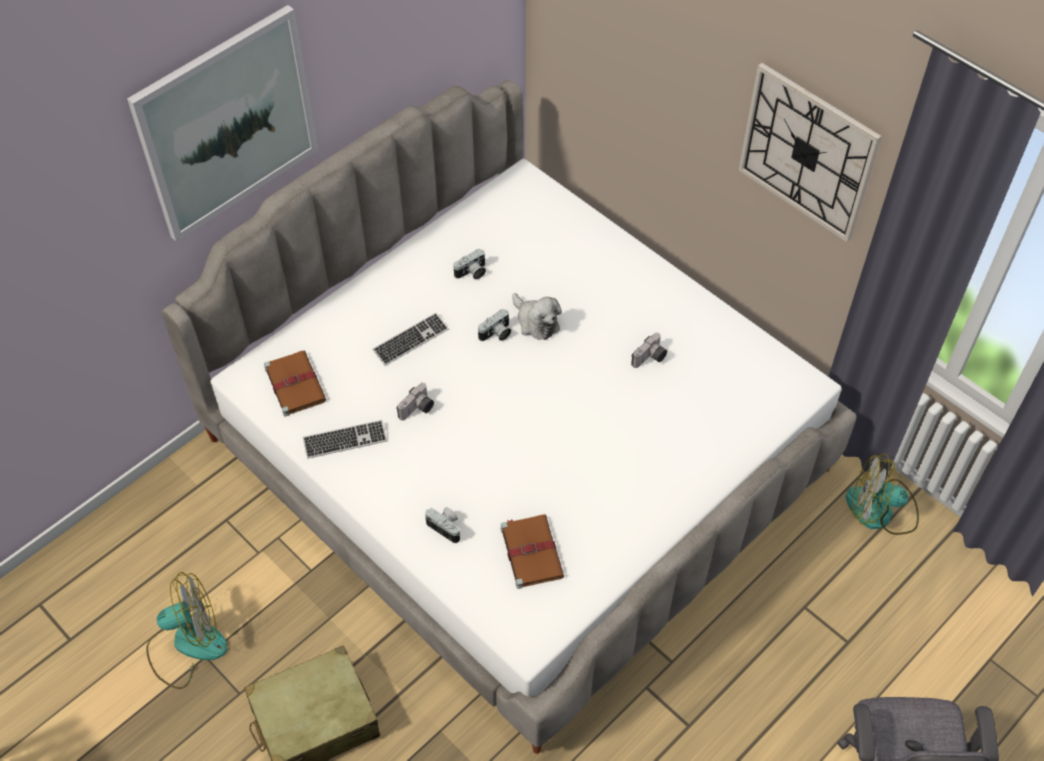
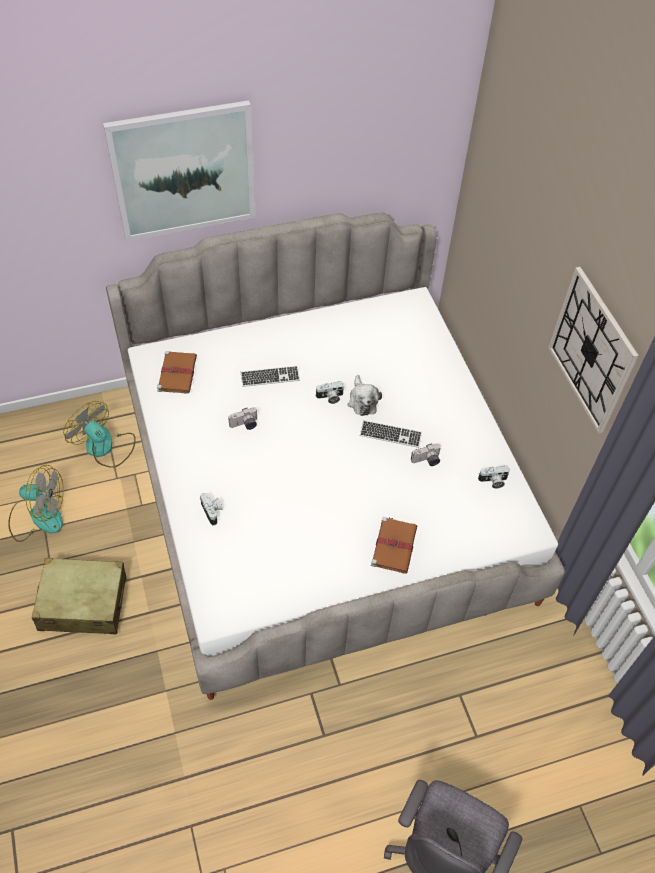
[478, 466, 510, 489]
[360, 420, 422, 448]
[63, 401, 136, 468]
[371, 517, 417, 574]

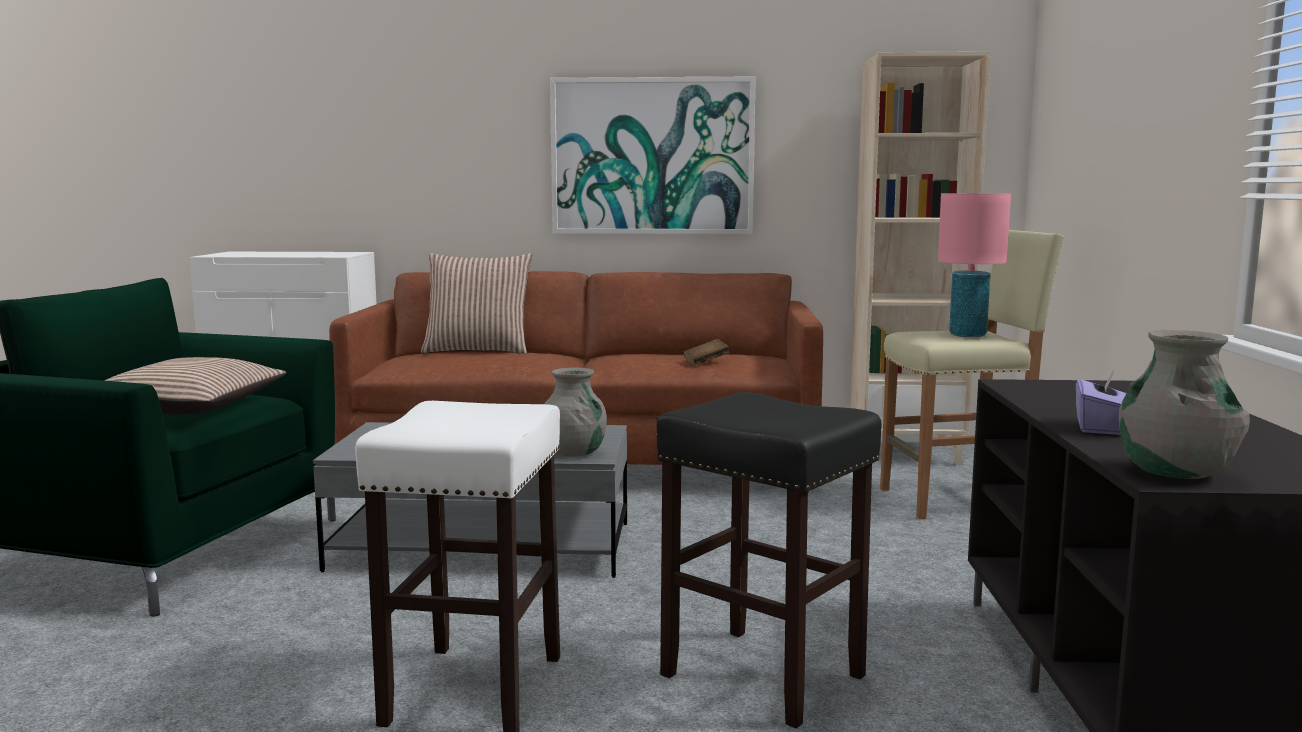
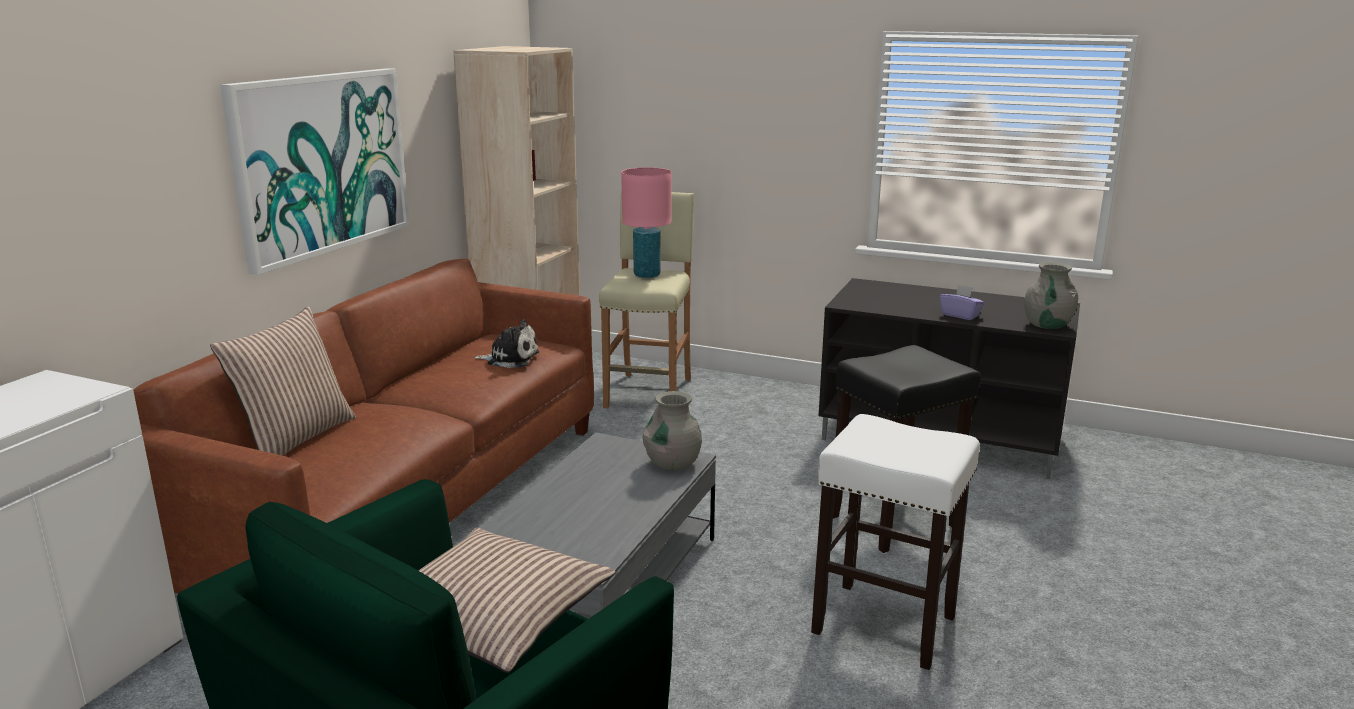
[474, 319, 539, 368]

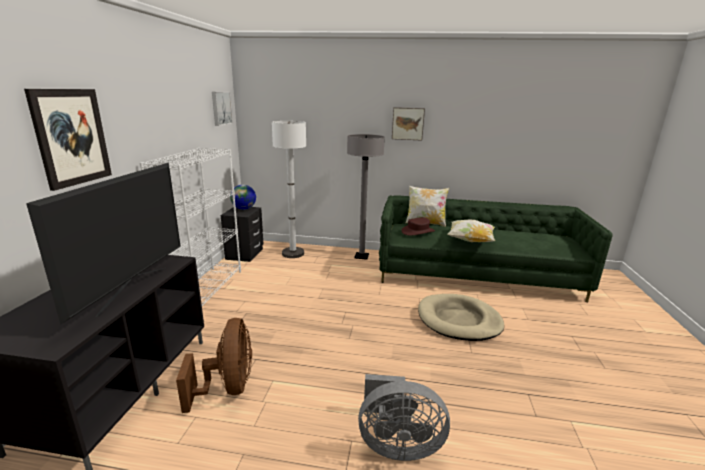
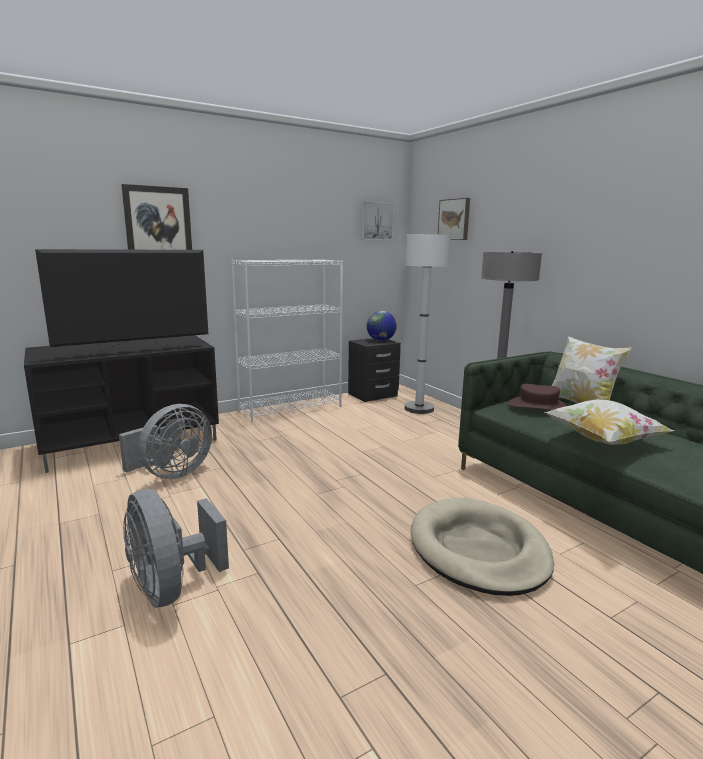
[438, 198, 470, 240]
[119, 404, 212, 479]

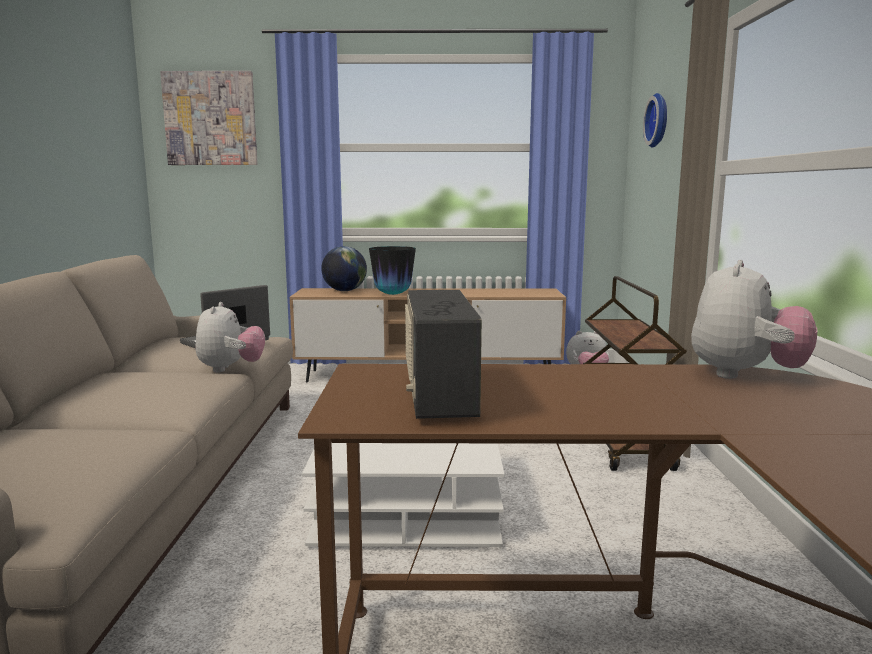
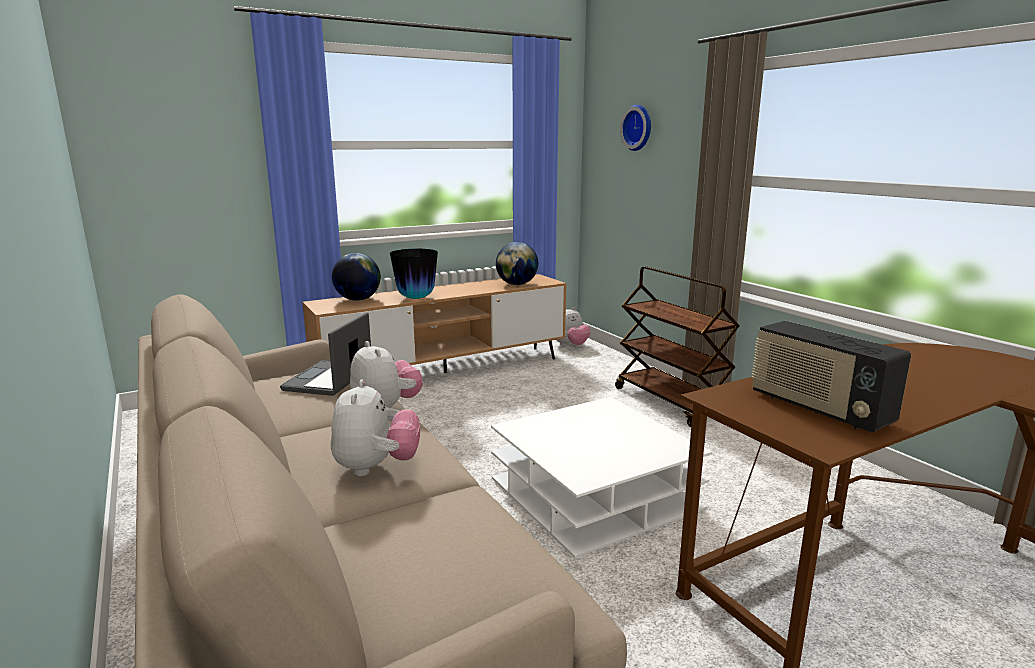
[160, 71, 258, 165] (first image)
[331, 380, 420, 476]
[496, 242, 538, 285]

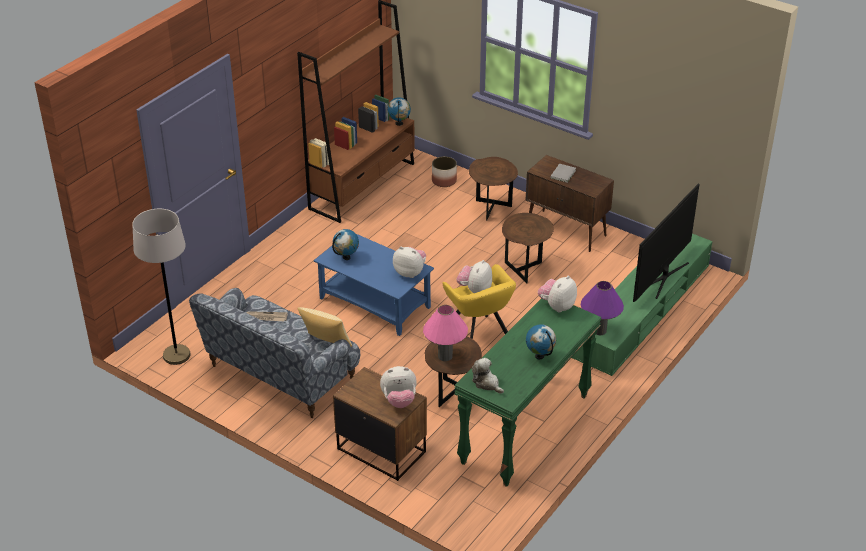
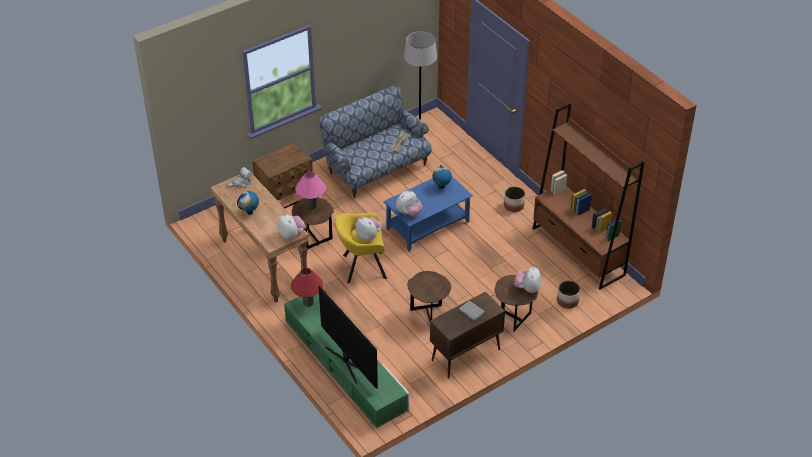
[387, 97, 411, 126] (first image)
[291, 268, 323, 307]
[211, 173, 309, 303]
[298, 307, 352, 347] (first image)
[515, 267, 541, 293]
[504, 186, 525, 212]

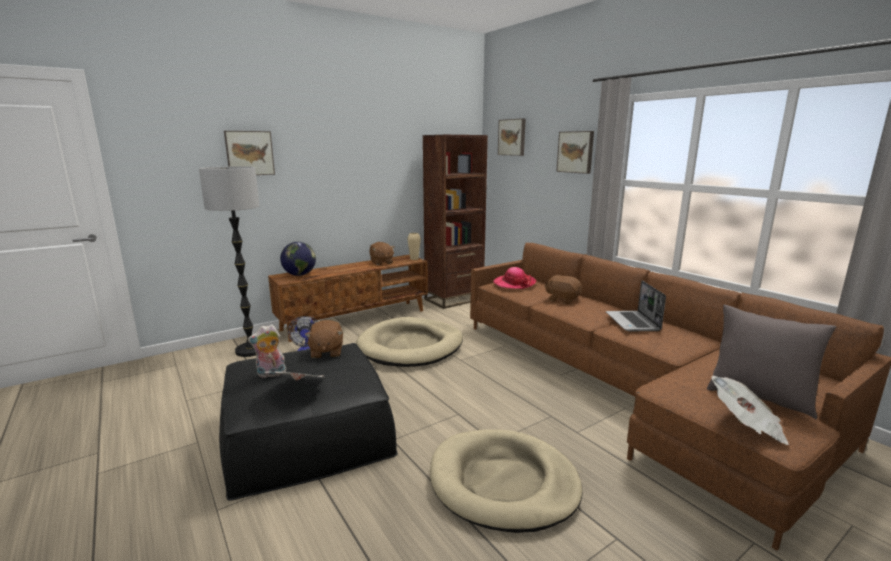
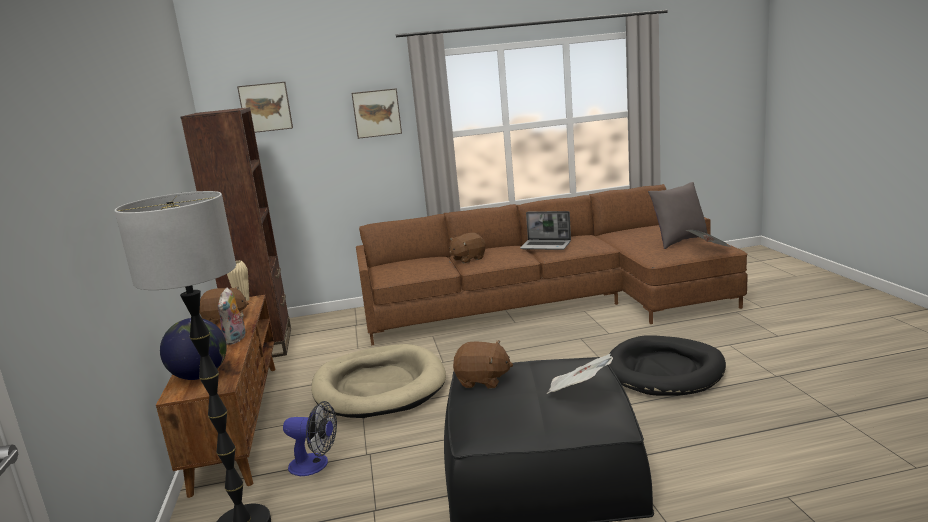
[224, 131, 275, 175] (first image)
[493, 267, 536, 289] (first image)
[218, 288, 246, 345]
[609, 335, 726, 396]

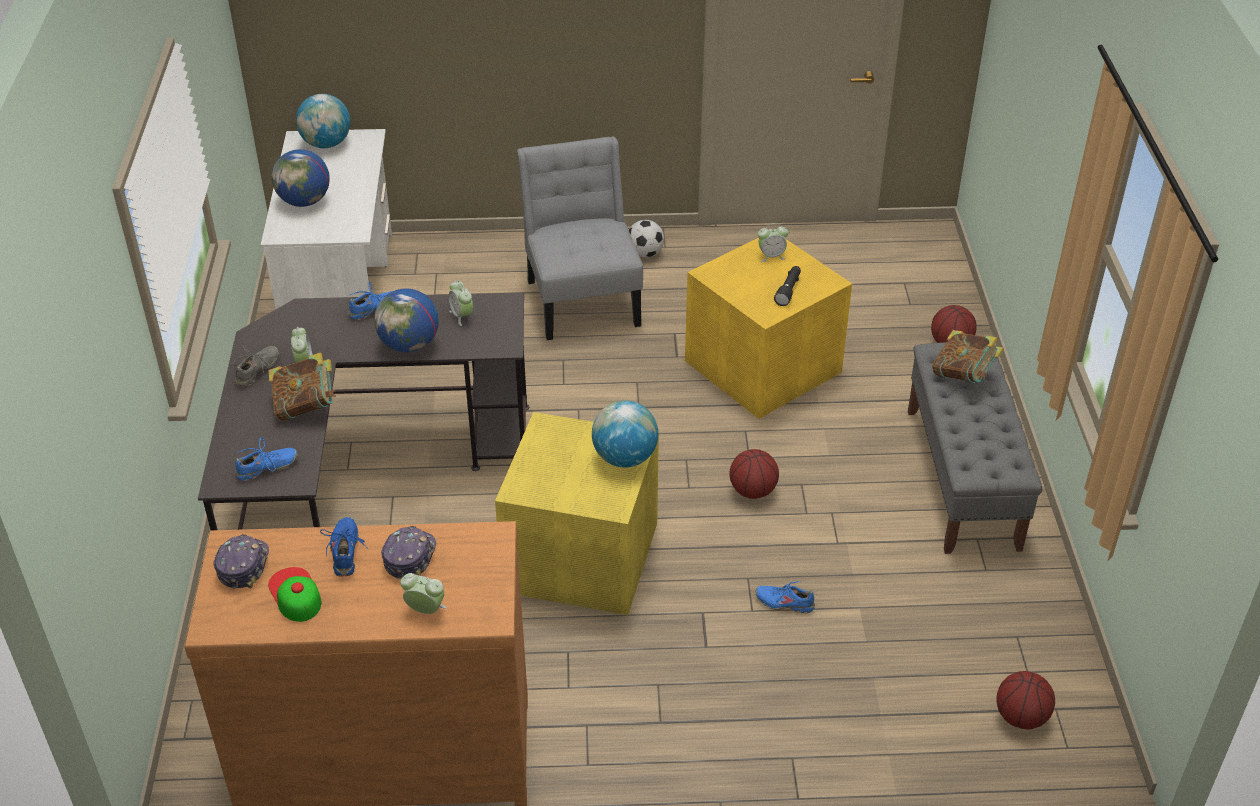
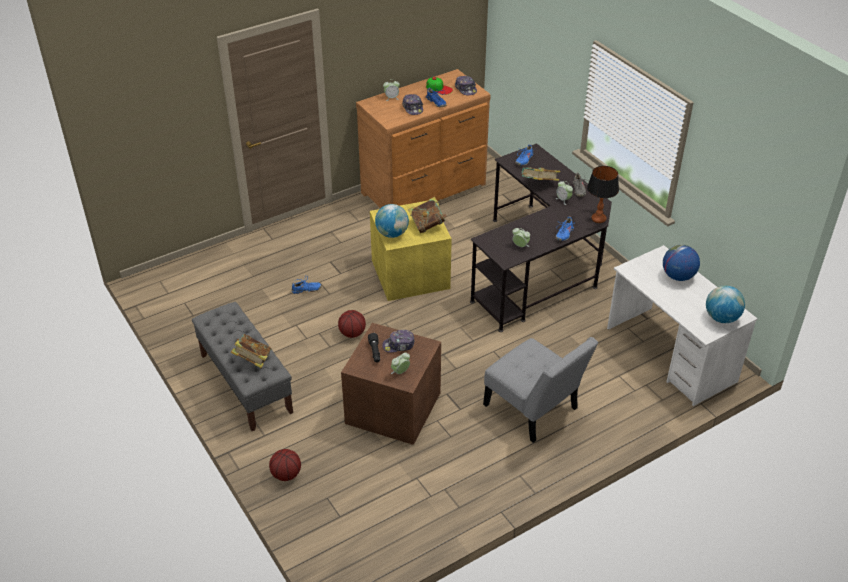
[629, 220, 664, 257] (first image)
[341, 323, 441, 445]
[374, 288, 439, 352] (first image)
[996, 671, 1055, 729] (first image)
[587, 166, 619, 223]
[408, 197, 447, 233]
[382, 330, 415, 353]

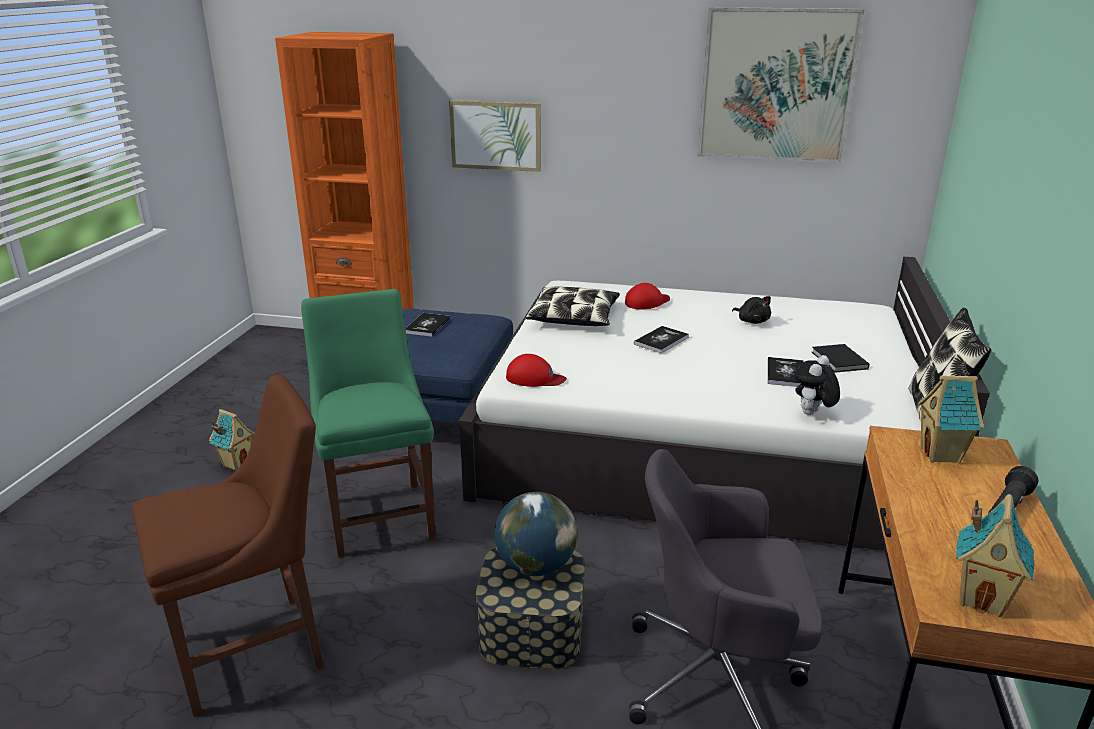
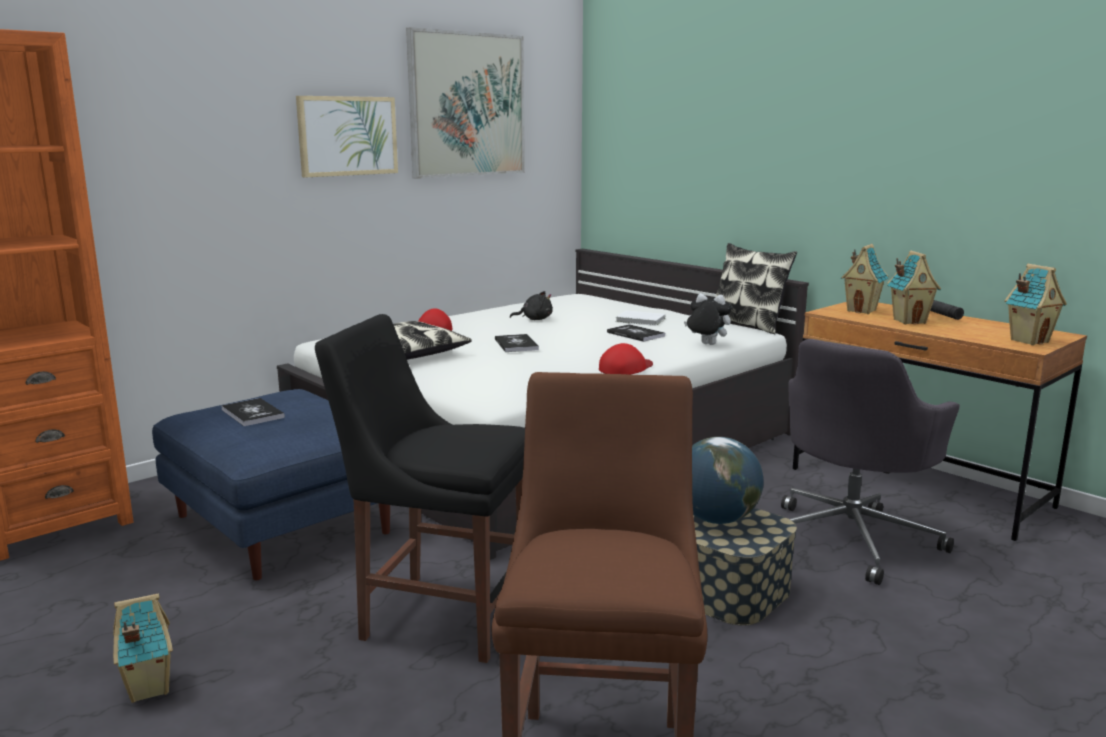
[296, 96, 398, 177]
[315, 314, 525, 663]
[615, 311, 665, 326]
[599, 343, 653, 375]
[684, 293, 732, 345]
[887, 250, 941, 324]

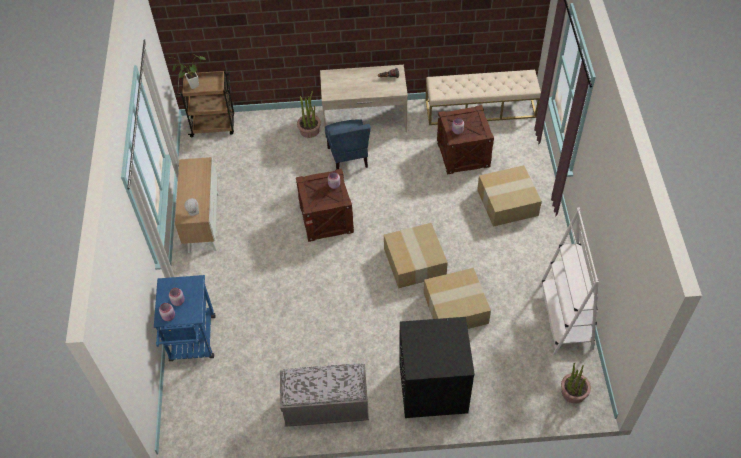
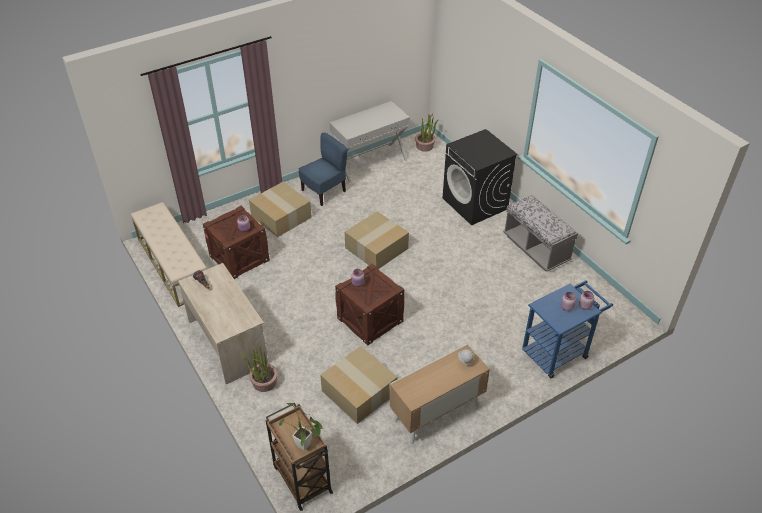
[299, 132, 348, 206]
[330, 101, 410, 183]
[320, 346, 398, 424]

